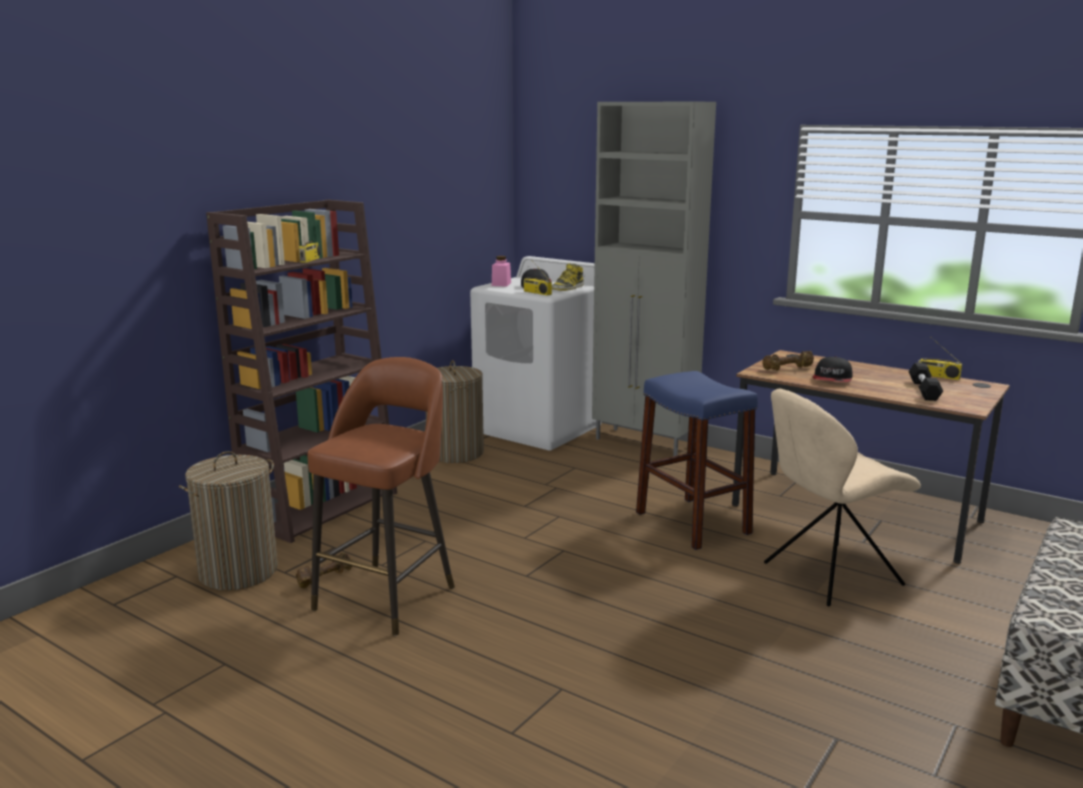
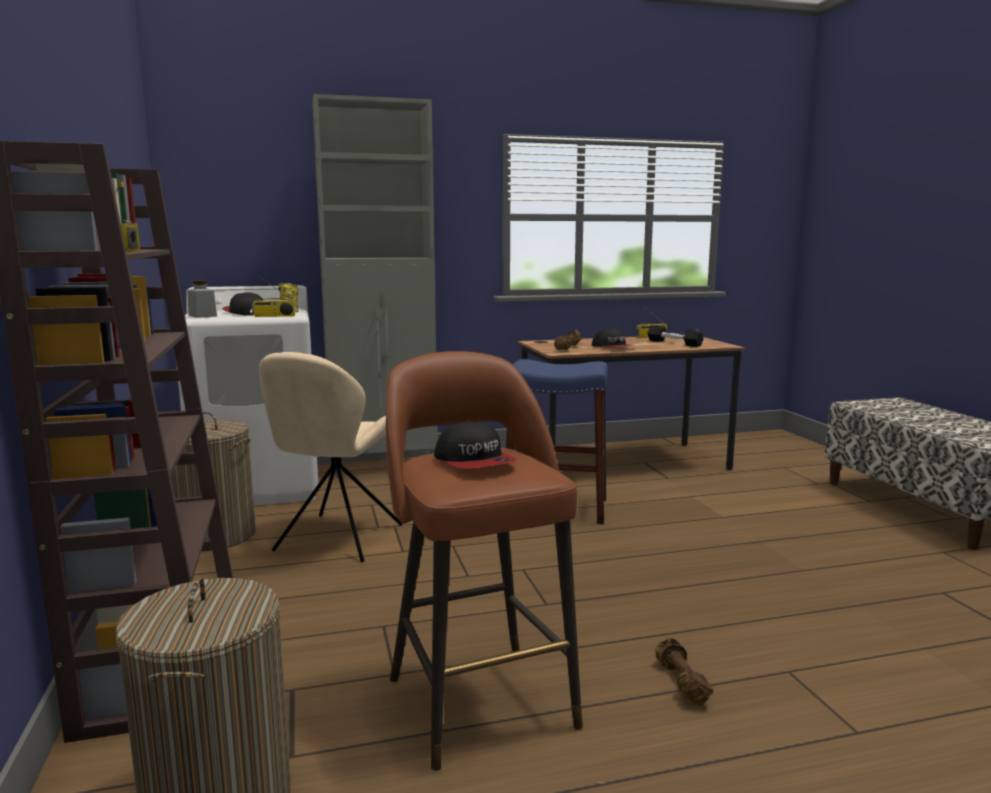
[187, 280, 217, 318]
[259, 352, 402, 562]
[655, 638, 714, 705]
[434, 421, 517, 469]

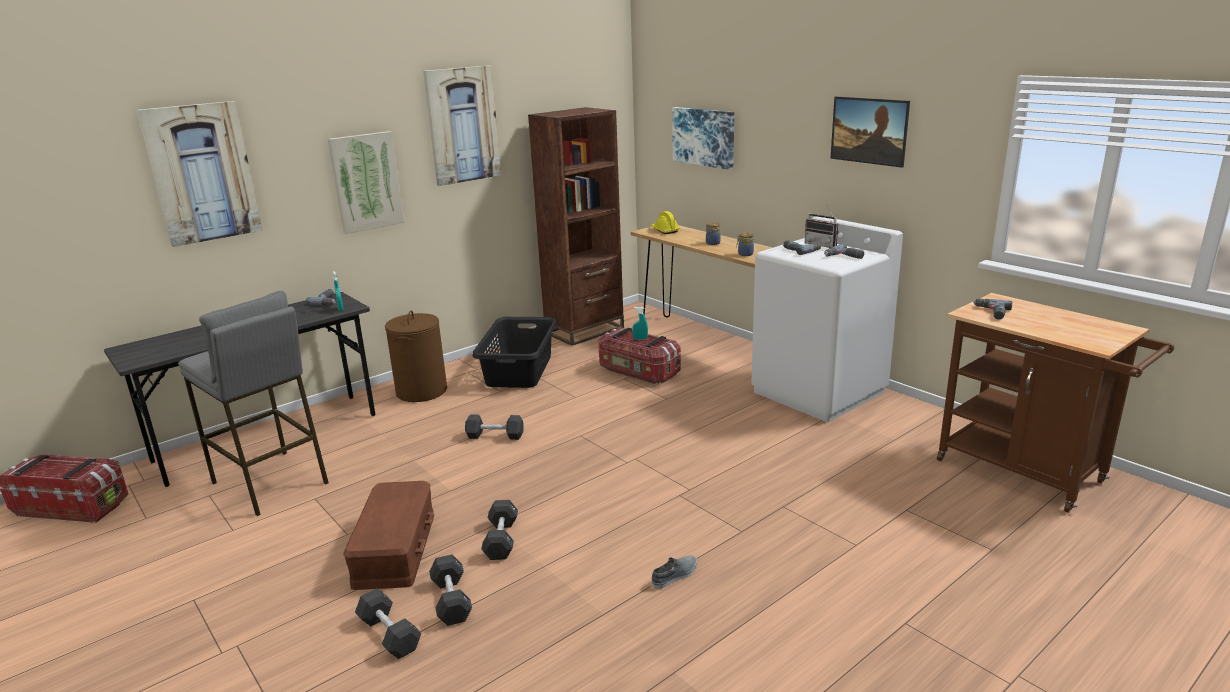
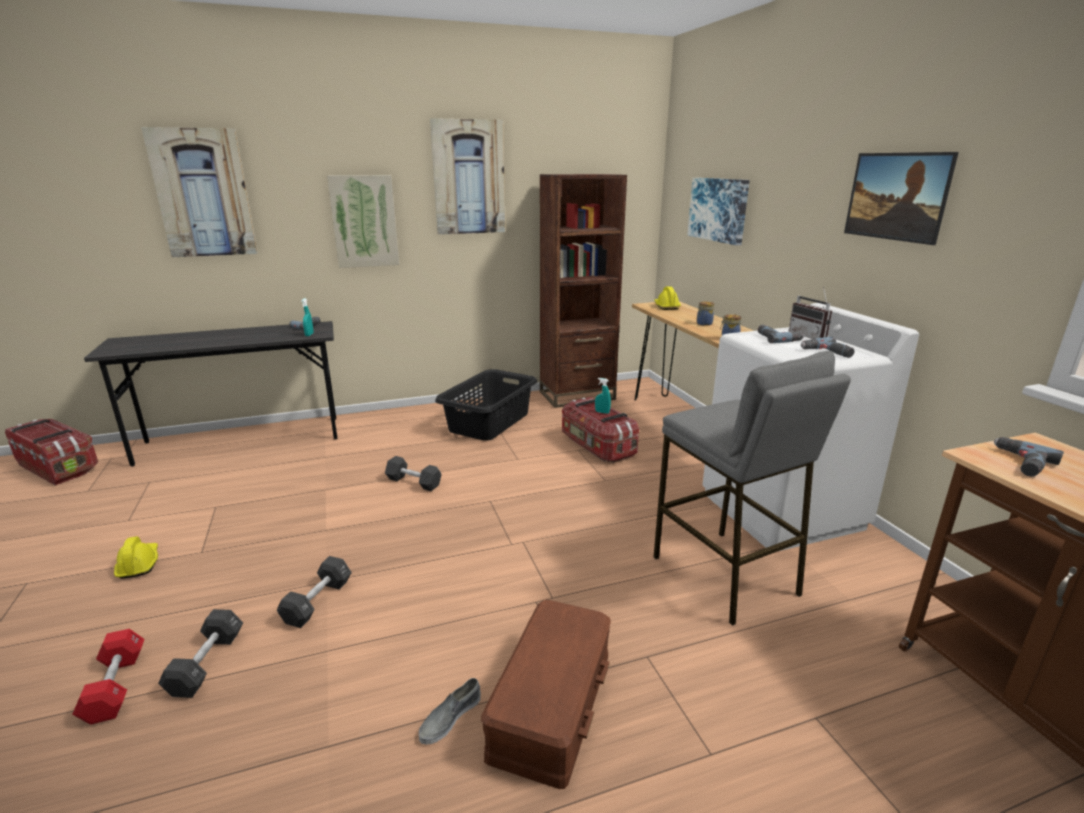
[654, 351, 851, 626]
[385, 310, 447, 402] (first image)
[481, 600, 611, 789]
[419, 678, 481, 745]
[72, 629, 145, 725]
[114, 536, 158, 578]

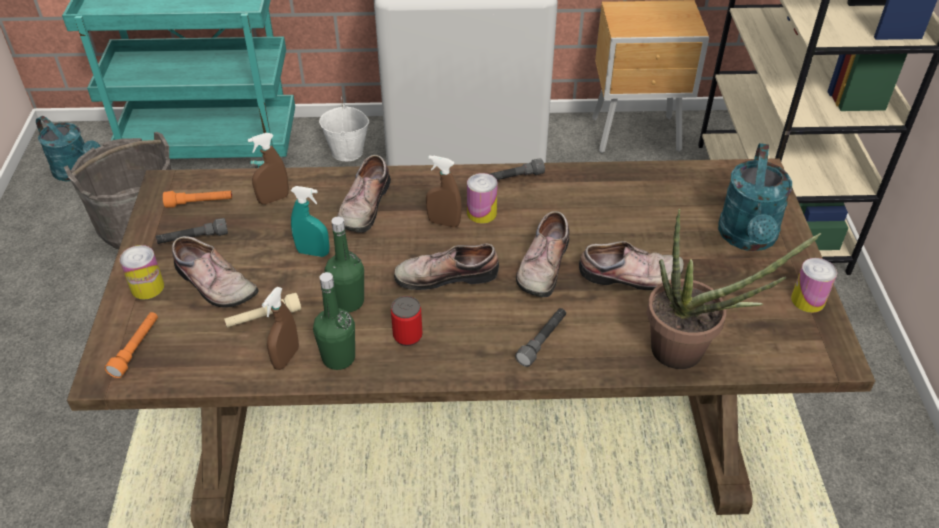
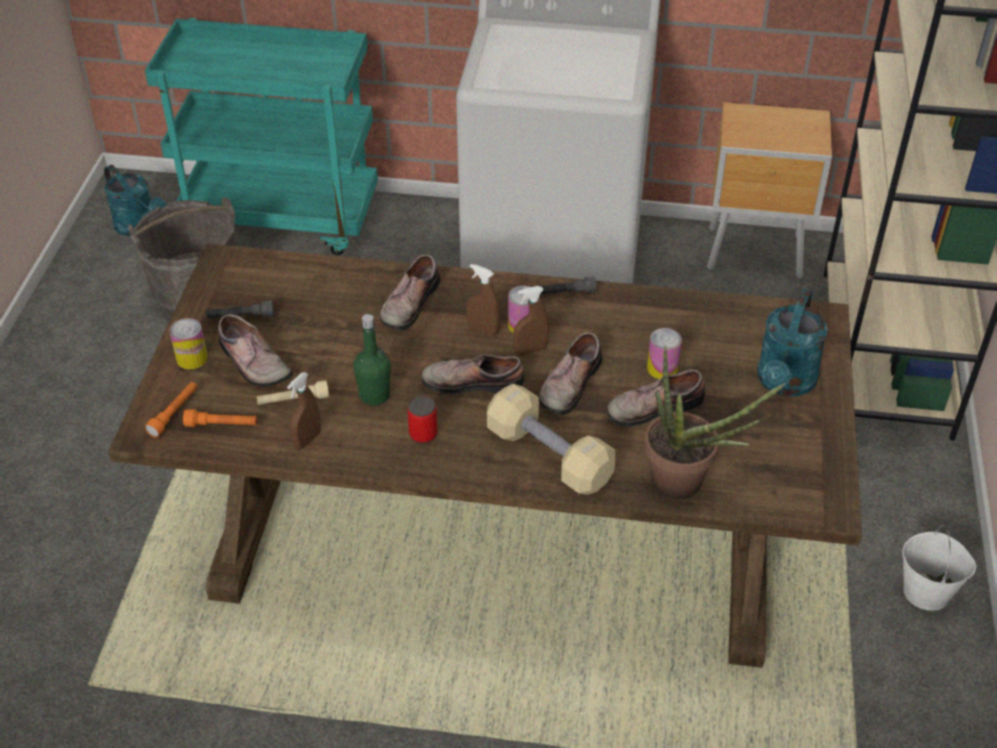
[902, 526, 977, 611]
[513, 286, 549, 355]
[291, 186, 329, 257] (first image)
[183, 409, 257, 427]
[607, 370, 705, 427]
[647, 328, 682, 379]
[313, 272, 355, 370] (first image)
[487, 384, 615, 495]

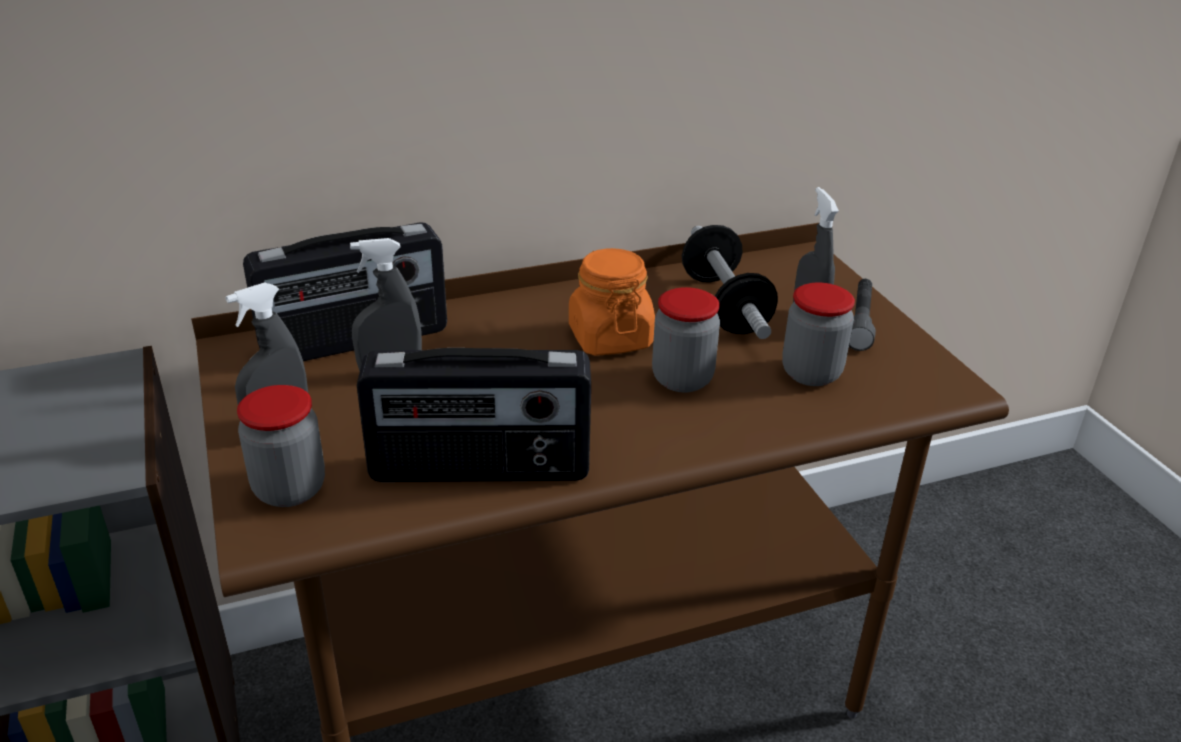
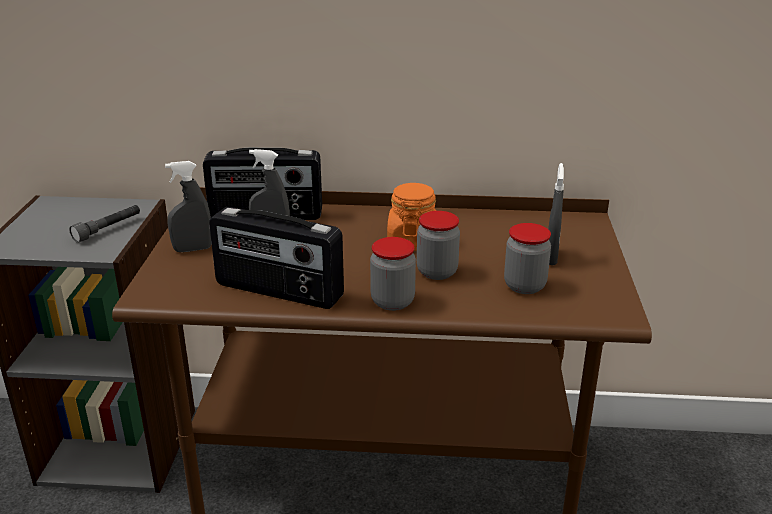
[682, 225, 778, 339] (first image)
[69, 205, 140, 243]
[370, 237, 416, 311]

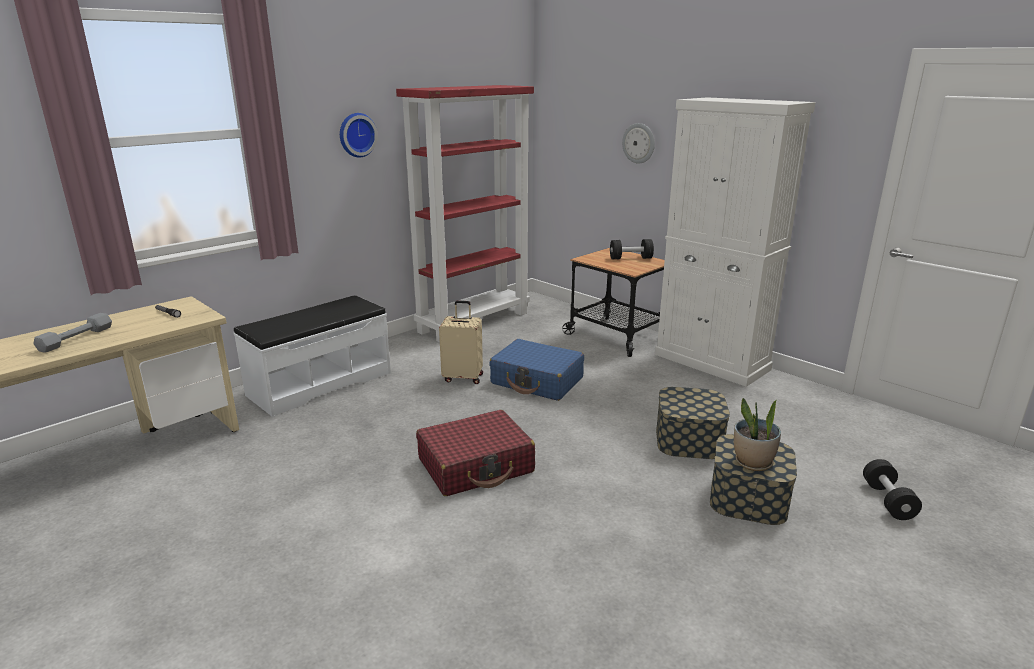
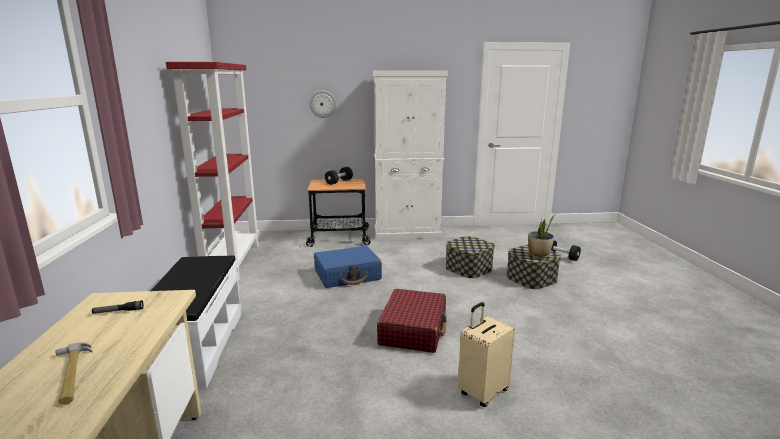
[340, 113, 378, 158] (first image)
[458, 302, 515, 407]
[56, 342, 92, 405]

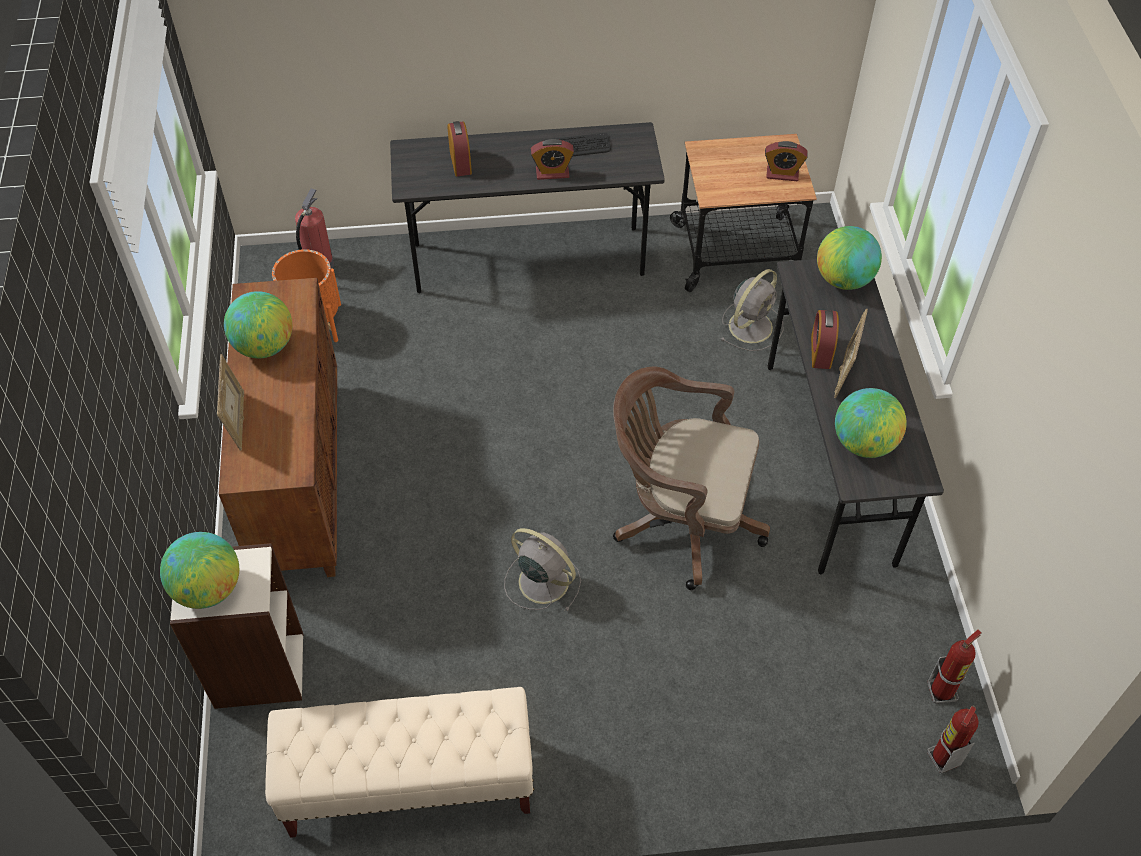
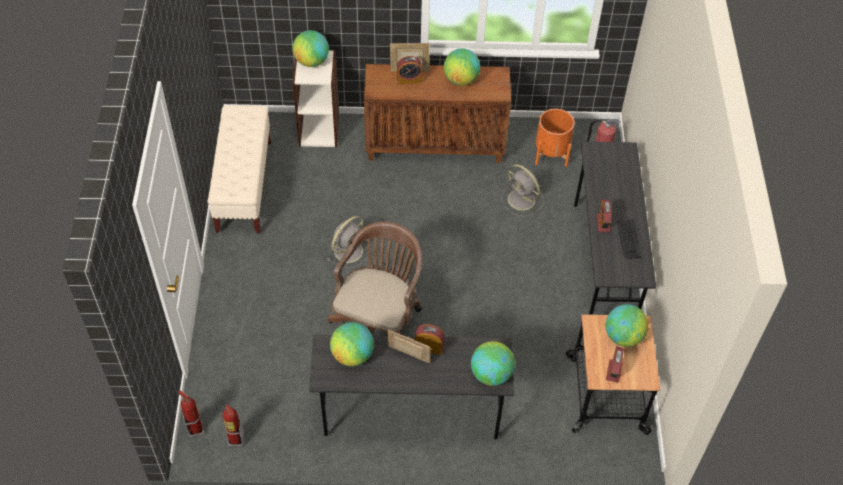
[397, 56, 422, 84]
[501, 164, 544, 217]
[606, 304, 649, 347]

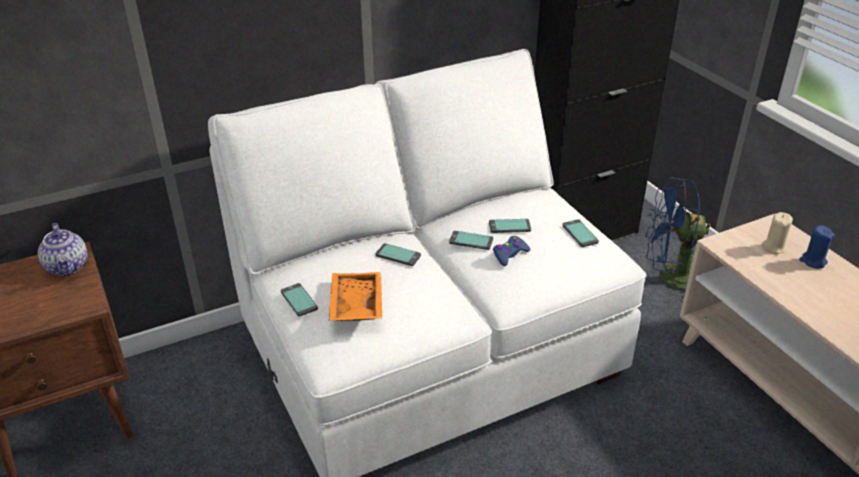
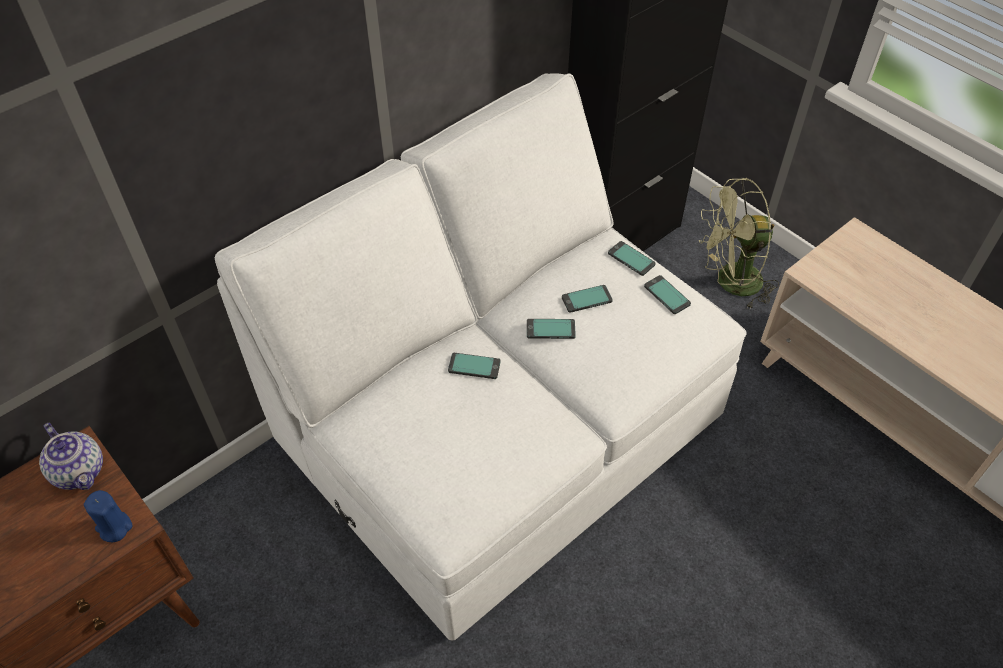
[699, 178, 779, 309]
[762, 212, 793, 254] (first image)
[84, 490, 132, 542]
[493, 236, 530, 266] (first image)
[329, 272, 382, 321] (first image)
[608, 241, 656, 276]

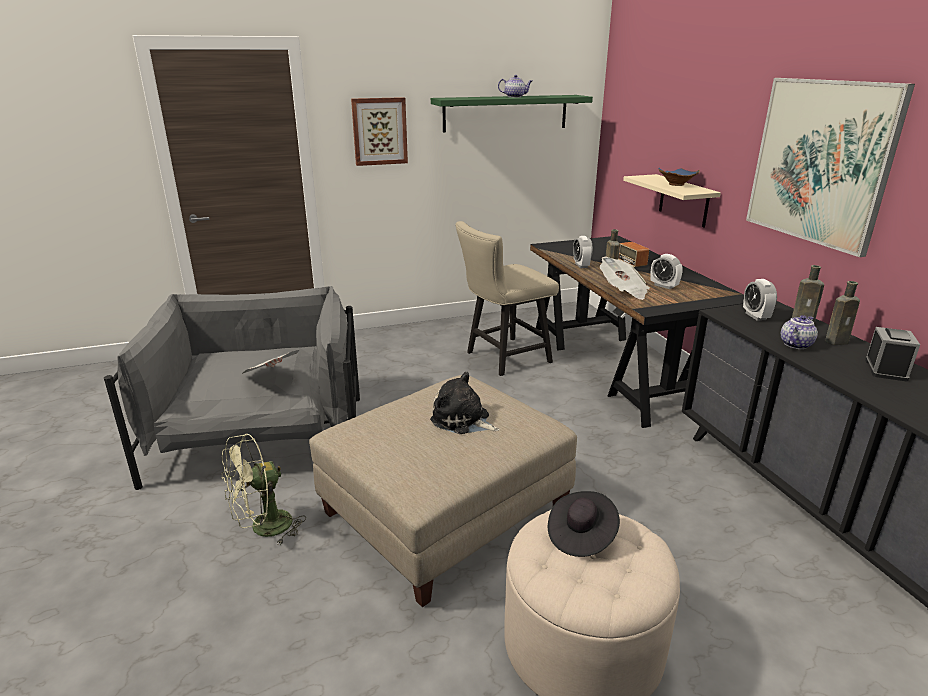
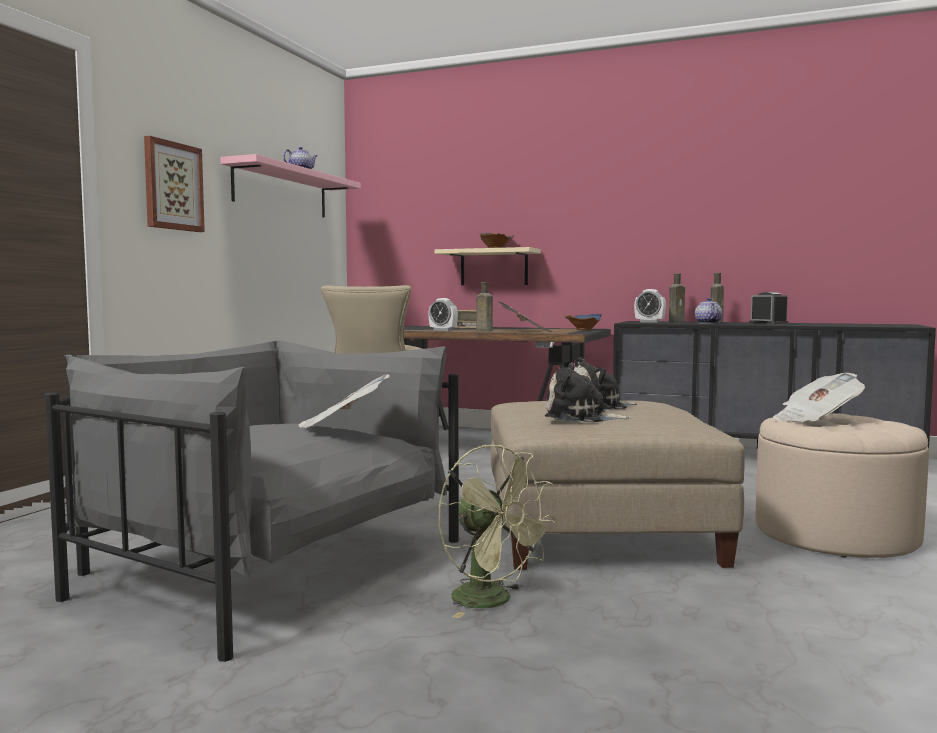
[746, 78, 915, 257] (first image)
[220, 154, 361, 217]
[650, 254, 683, 289] (first image)
[438, 444, 557, 618]
[773, 373, 865, 422]
[564, 314, 602, 330]
[545, 362, 631, 422]

